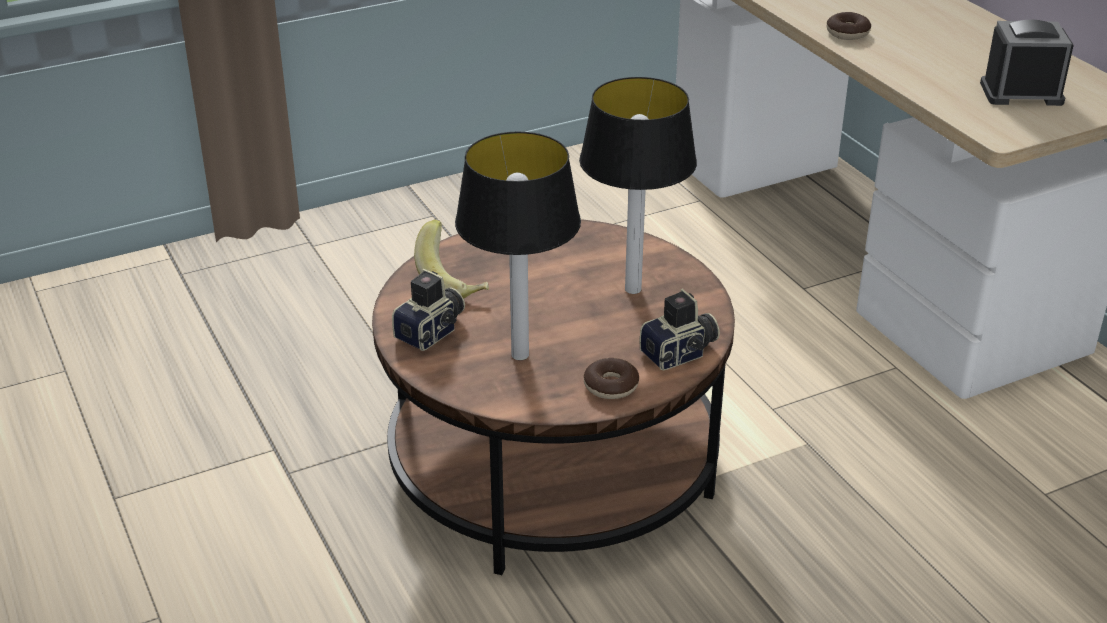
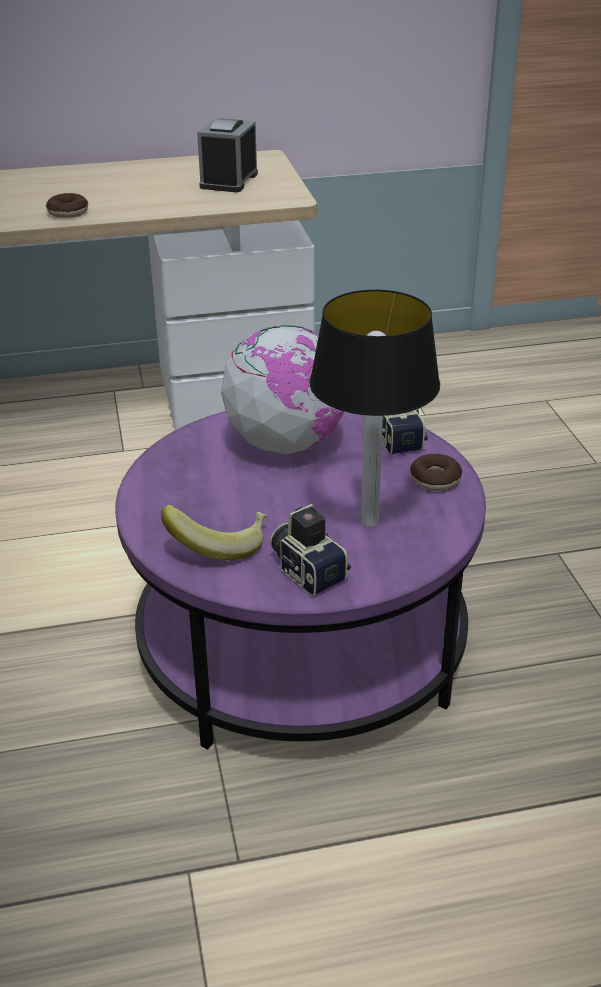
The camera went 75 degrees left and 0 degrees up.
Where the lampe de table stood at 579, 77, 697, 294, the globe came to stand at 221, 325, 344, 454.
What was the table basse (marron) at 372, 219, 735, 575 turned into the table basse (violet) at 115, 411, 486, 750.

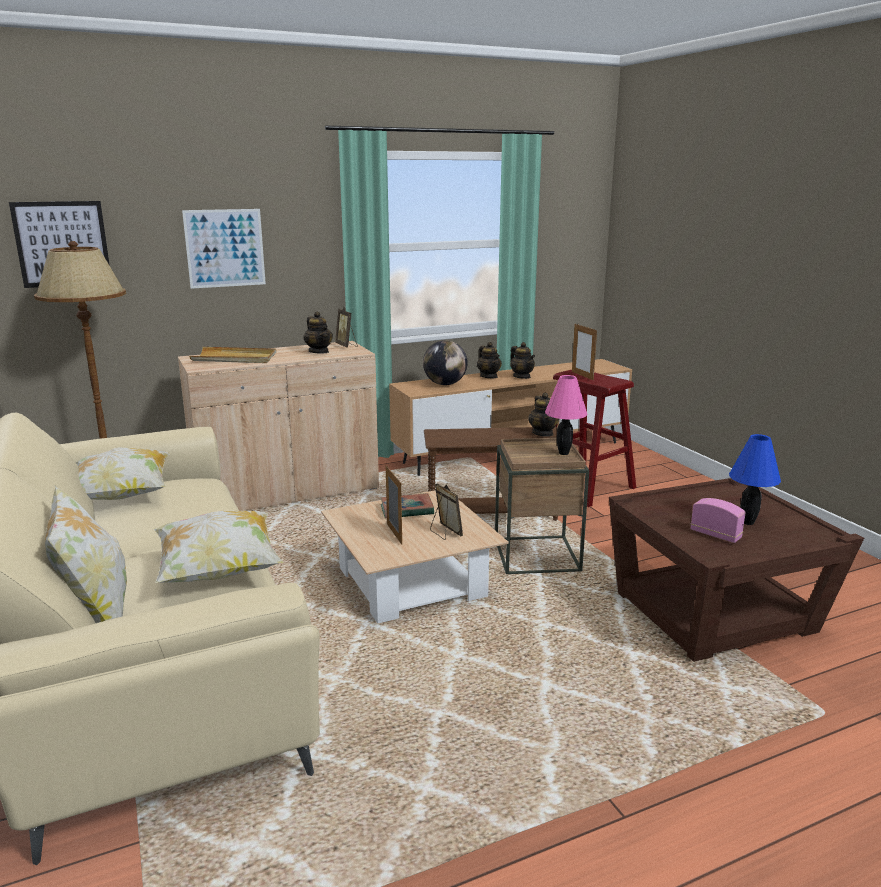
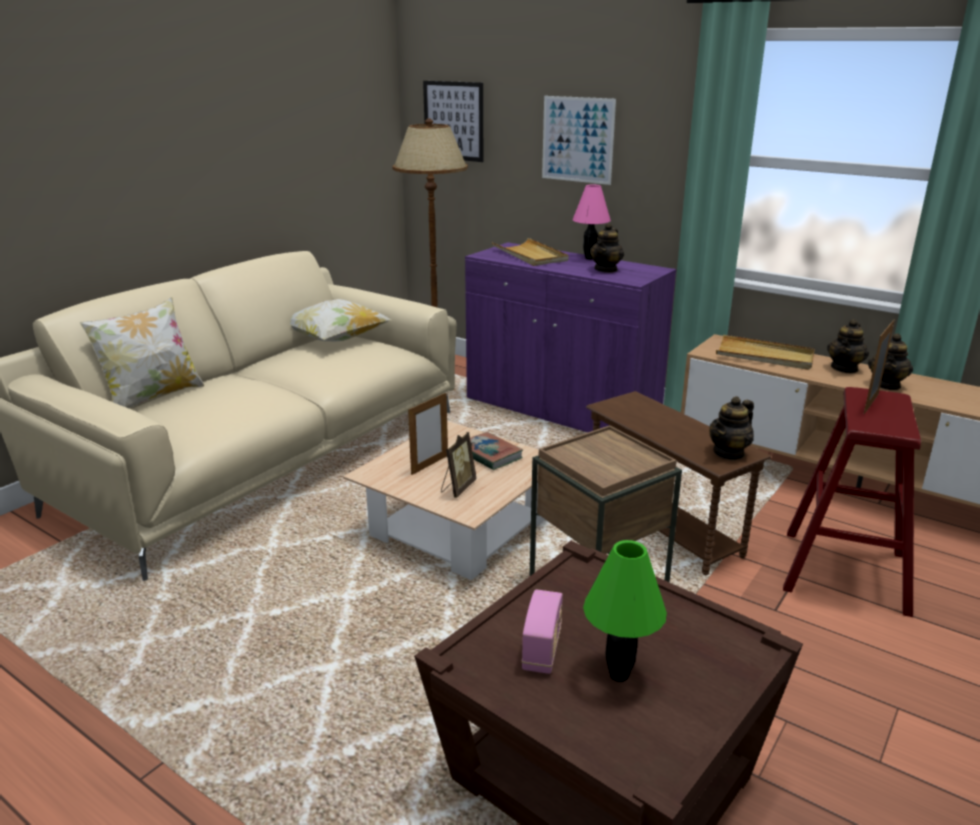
The camera went 60 degrees right and 5 degrees up.
The second view lost the cadre photo at 335, 307, 358, 347.
Where the globe stood at 423, 340, 468, 385, the plateau (beige) came to stand at 716, 335, 815, 370.
What was the meuble de rangement (beige) at 178, 341, 379, 511 turned into the meuble de rangement (violet) at 465, 242, 676, 432.
The lampe de table (rose) ended up elsewhere, having gone from 545, 375, 588, 455 to 573, 185, 611, 260.
What was the lampe de table (bleu) at 729, 434, 781, 525 turned into the lampe de table (vert) at 583, 540, 667, 682.
The second view lost the coussin at 153, 511, 284, 583.

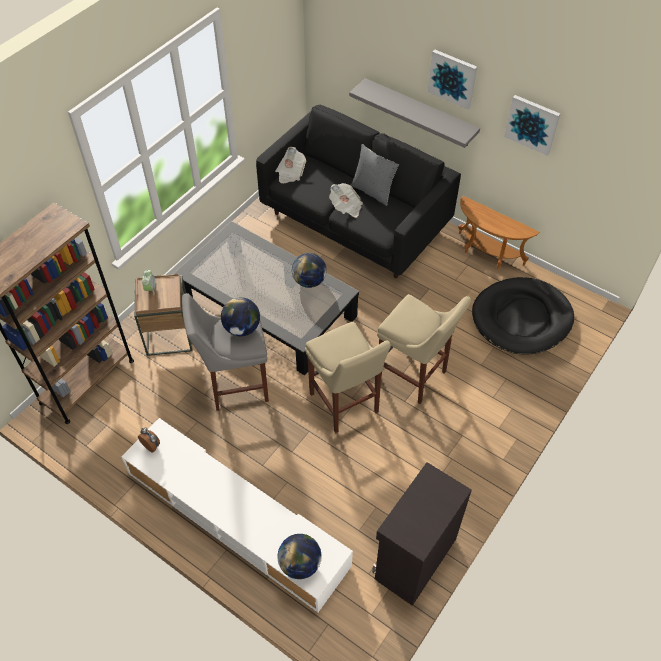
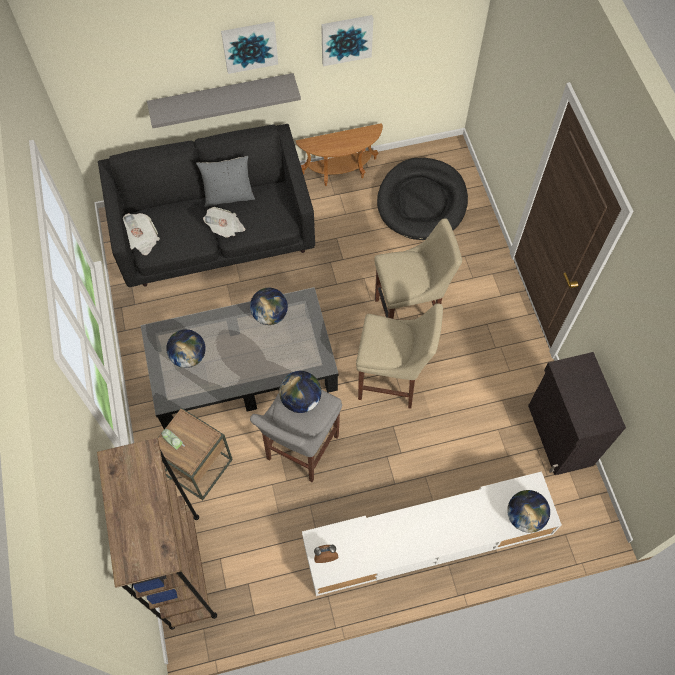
The camera went 50 degrees left and 10 degrees up.
The second view gained the globe at 166, 329, 206, 368.

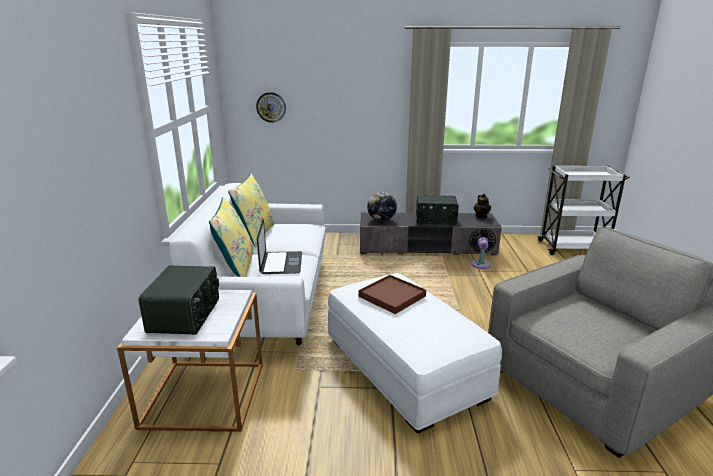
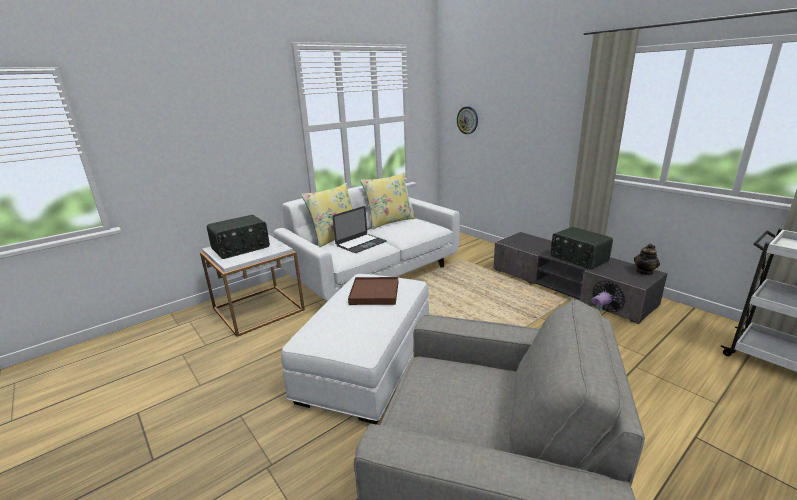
The camera went 50 degrees right and 0 degrees up.
The second view lost the globe at 367, 192, 397, 221.

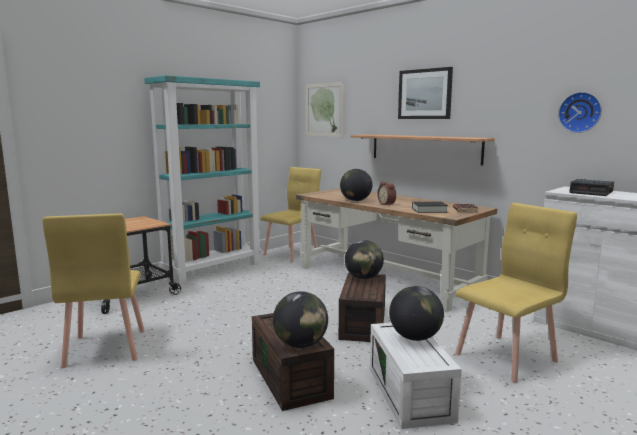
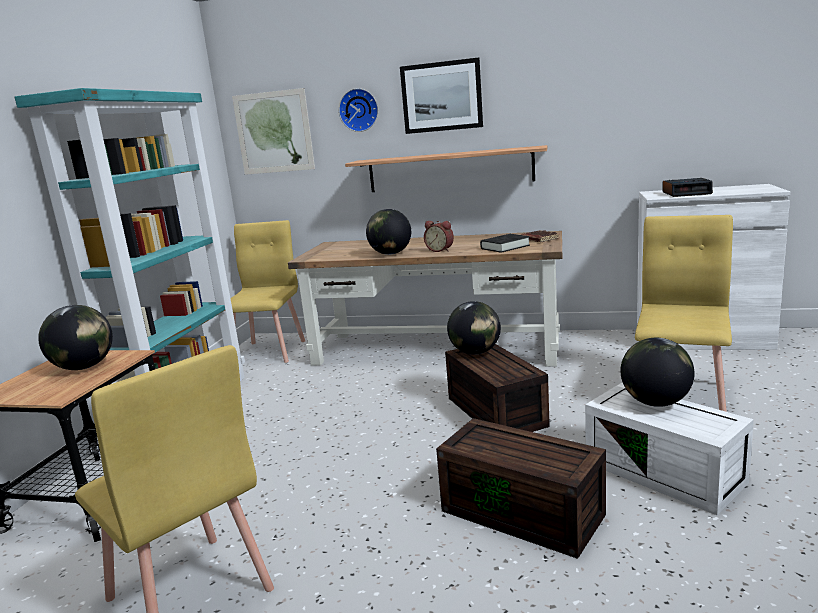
The camera went 30 degrees left and 5 degrees up.
The horloge murale ended up elsewhere, having gone from 558, 92, 602, 133 to 339, 88, 378, 132.
The globe ended up elsewhere, having gone from 273, 291, 328, 348 to 38, 305, 113, 370.

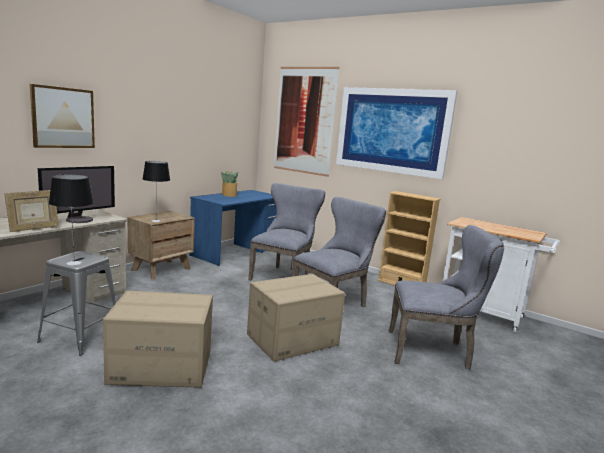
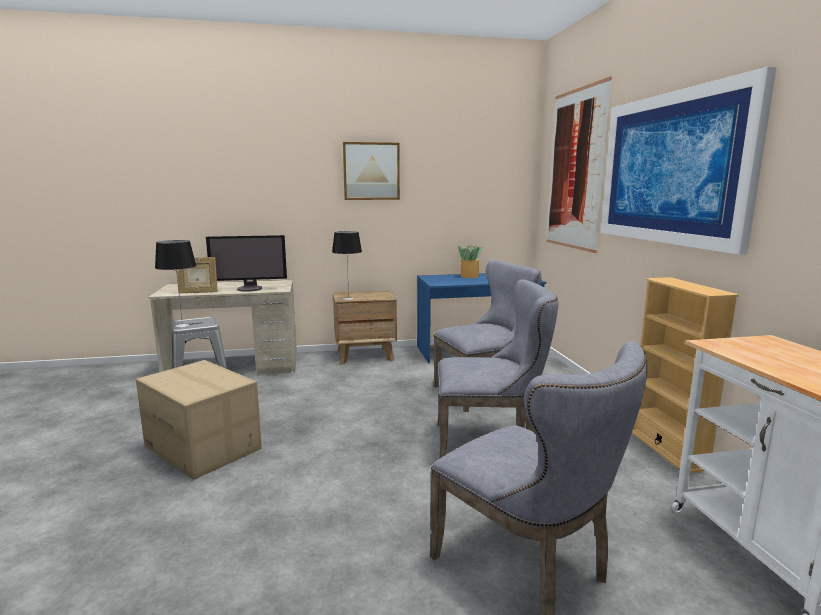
The camera went 45 degrees right and 0 degrees up.
The tableau ended up elsewhere, having gone from 30, 84, 95, 148 to 343, 142, 400, 200.
The second view lost the carton at 247, 274, 345, 362.

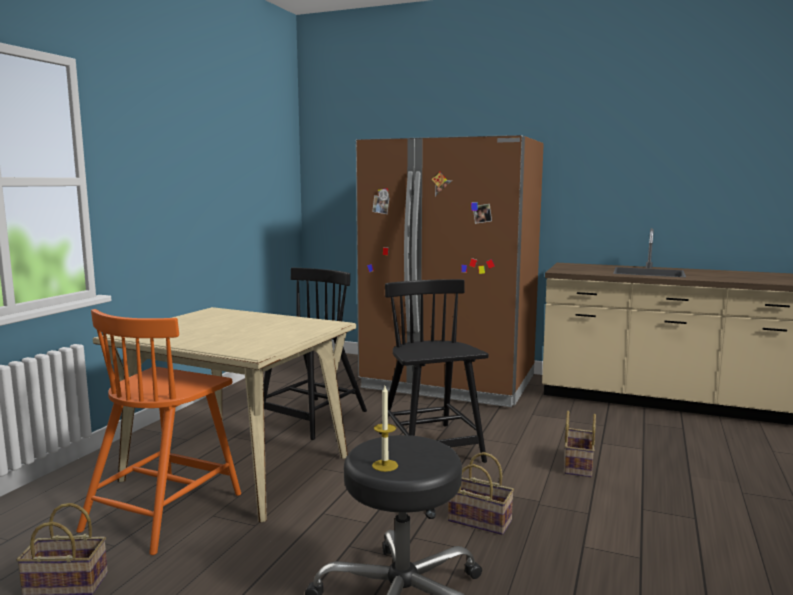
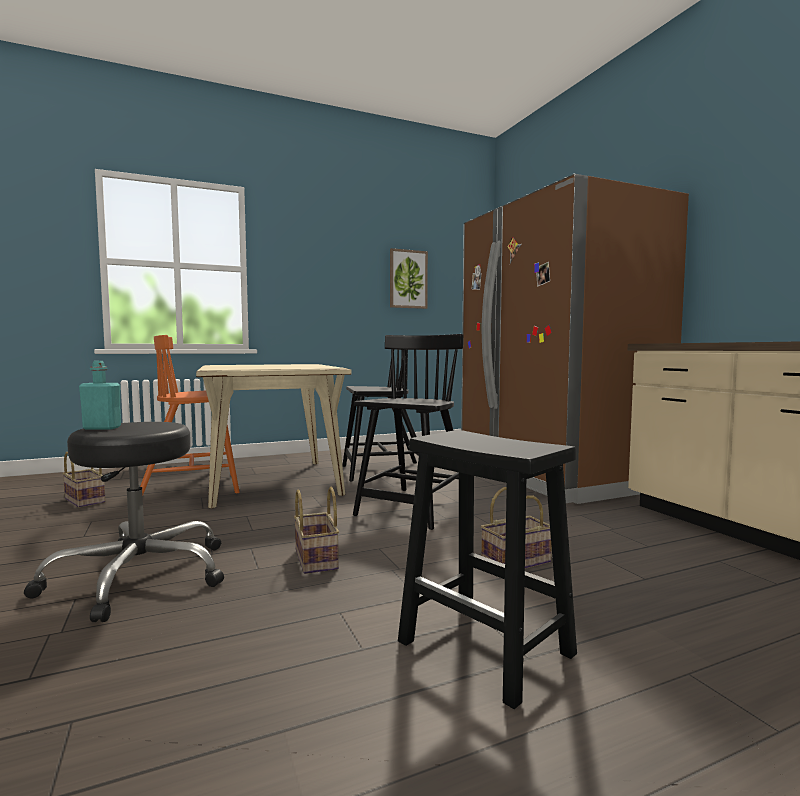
The camera went 45 degrees right and 5 degrees down.
Where the bougie stood at 372, 386, 398, 472, the bouteille (turquoise) came to stand at 79, 361, 121, 430.
The second view gained the tableau at 390, 248, 428, 309.
The second view gained the tabouret (noir) at 398, 430, 577, 710.

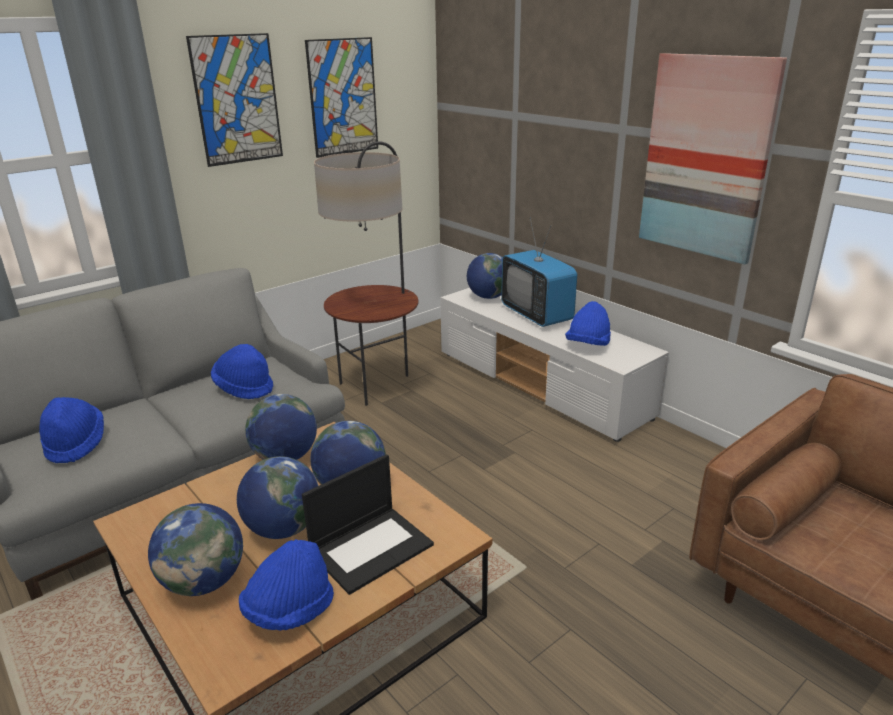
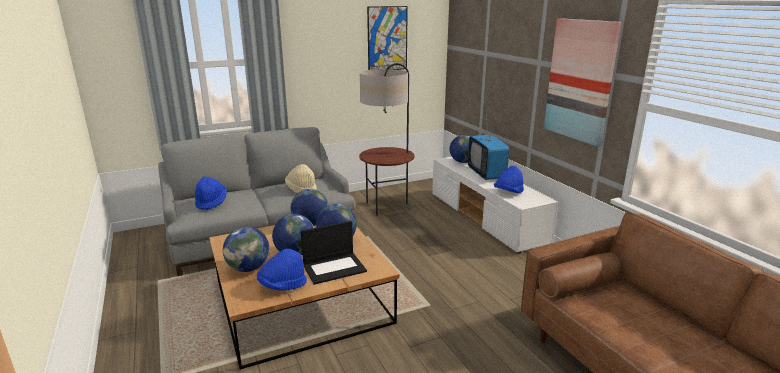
The camera went 15 degrees right and 5 degrees down.
The second view lost the tableau at 186, 33, 283, 167.
What was the chapeau (bleu) at 211, 344, 273, 399 turned into the chapeau (beige) at 285, 164, 317, 193.

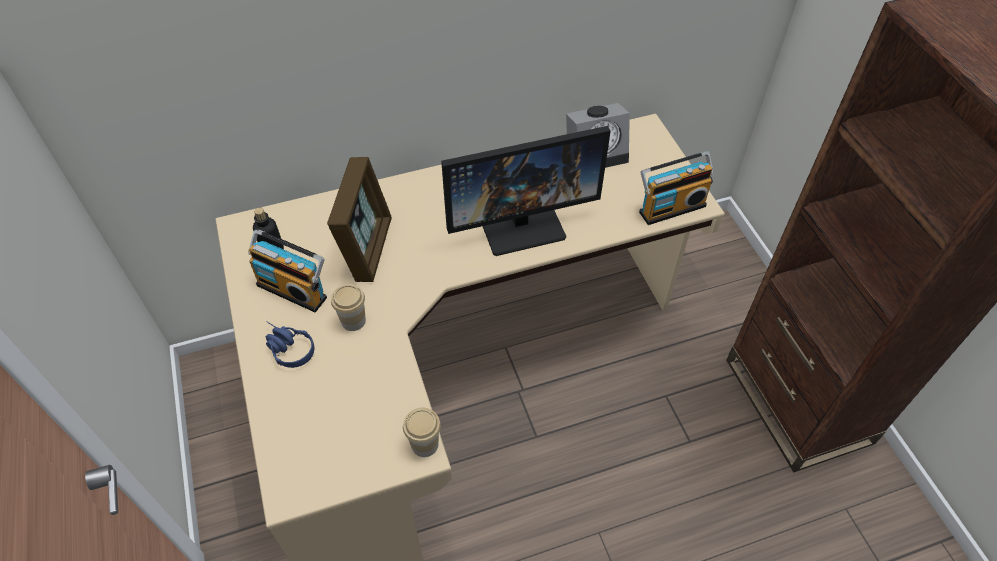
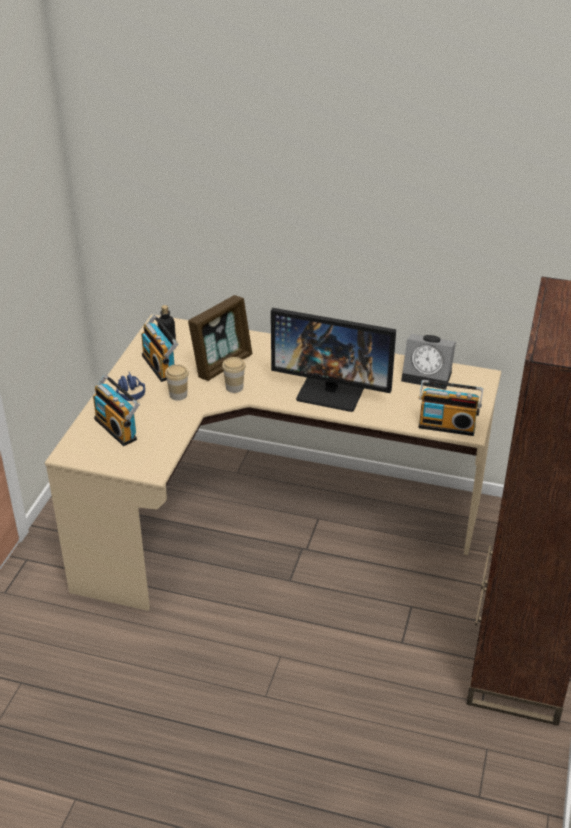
The camera went 35 degrees right and 15 degrees down.
The tasse ended up elsewhere, having gone from 403, 408, 441, 457 to 222, 357, 246, 393.
The second view gained the radio at 93, 375, 140, 446.

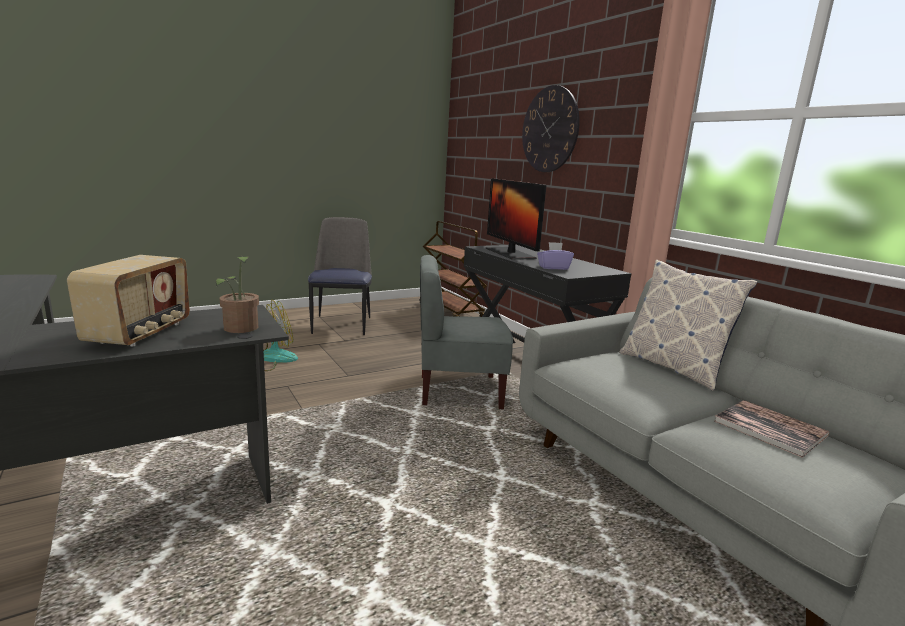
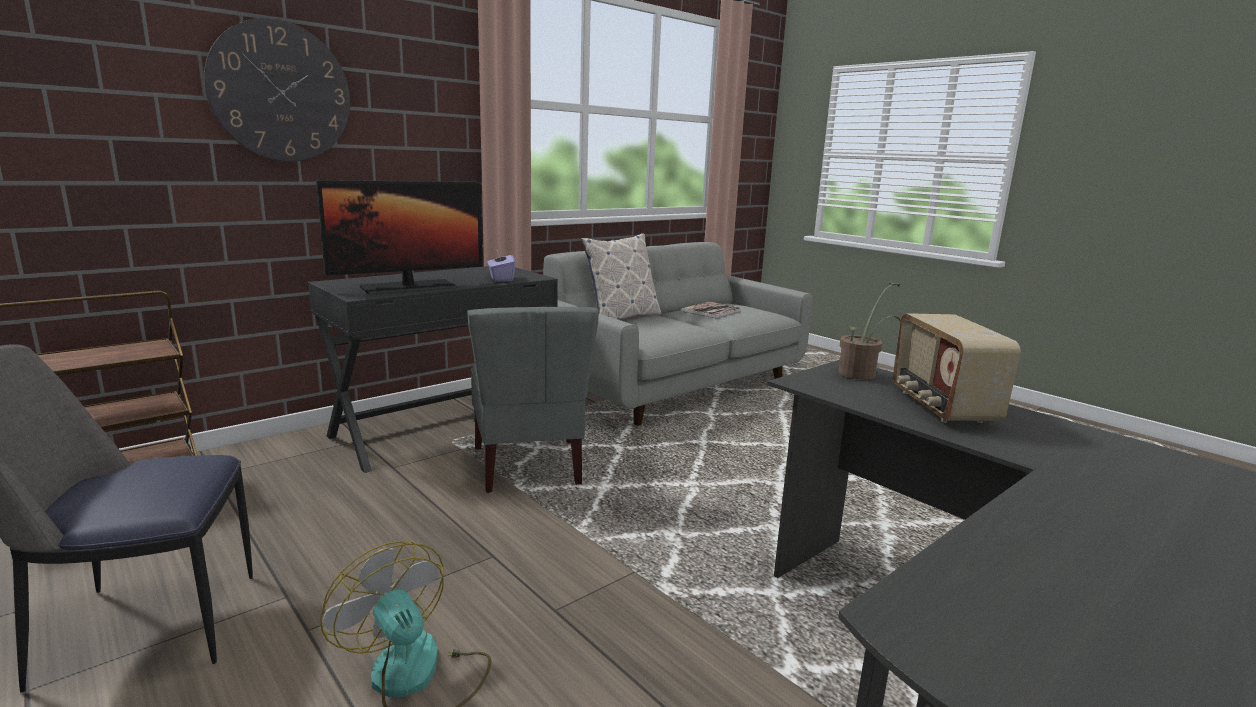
The camera went 100 degrees left and 0 degrees up.
The radio at 67, 255, 190, 347 ended up facing another way, 90 degrees counterclockwise from before.

